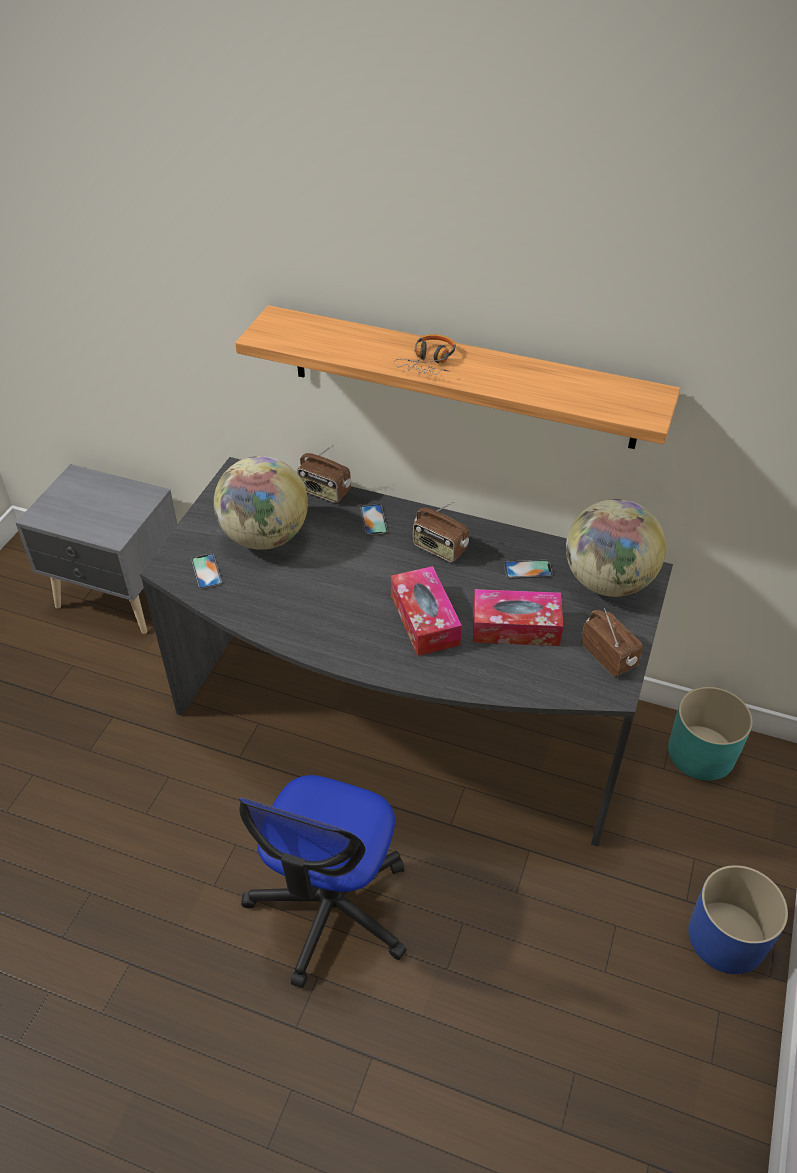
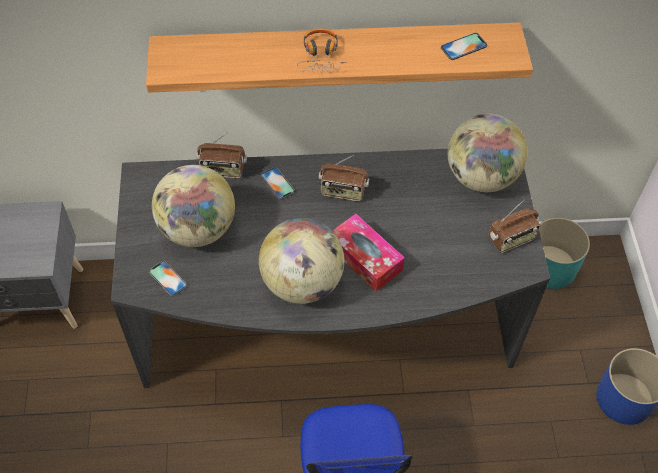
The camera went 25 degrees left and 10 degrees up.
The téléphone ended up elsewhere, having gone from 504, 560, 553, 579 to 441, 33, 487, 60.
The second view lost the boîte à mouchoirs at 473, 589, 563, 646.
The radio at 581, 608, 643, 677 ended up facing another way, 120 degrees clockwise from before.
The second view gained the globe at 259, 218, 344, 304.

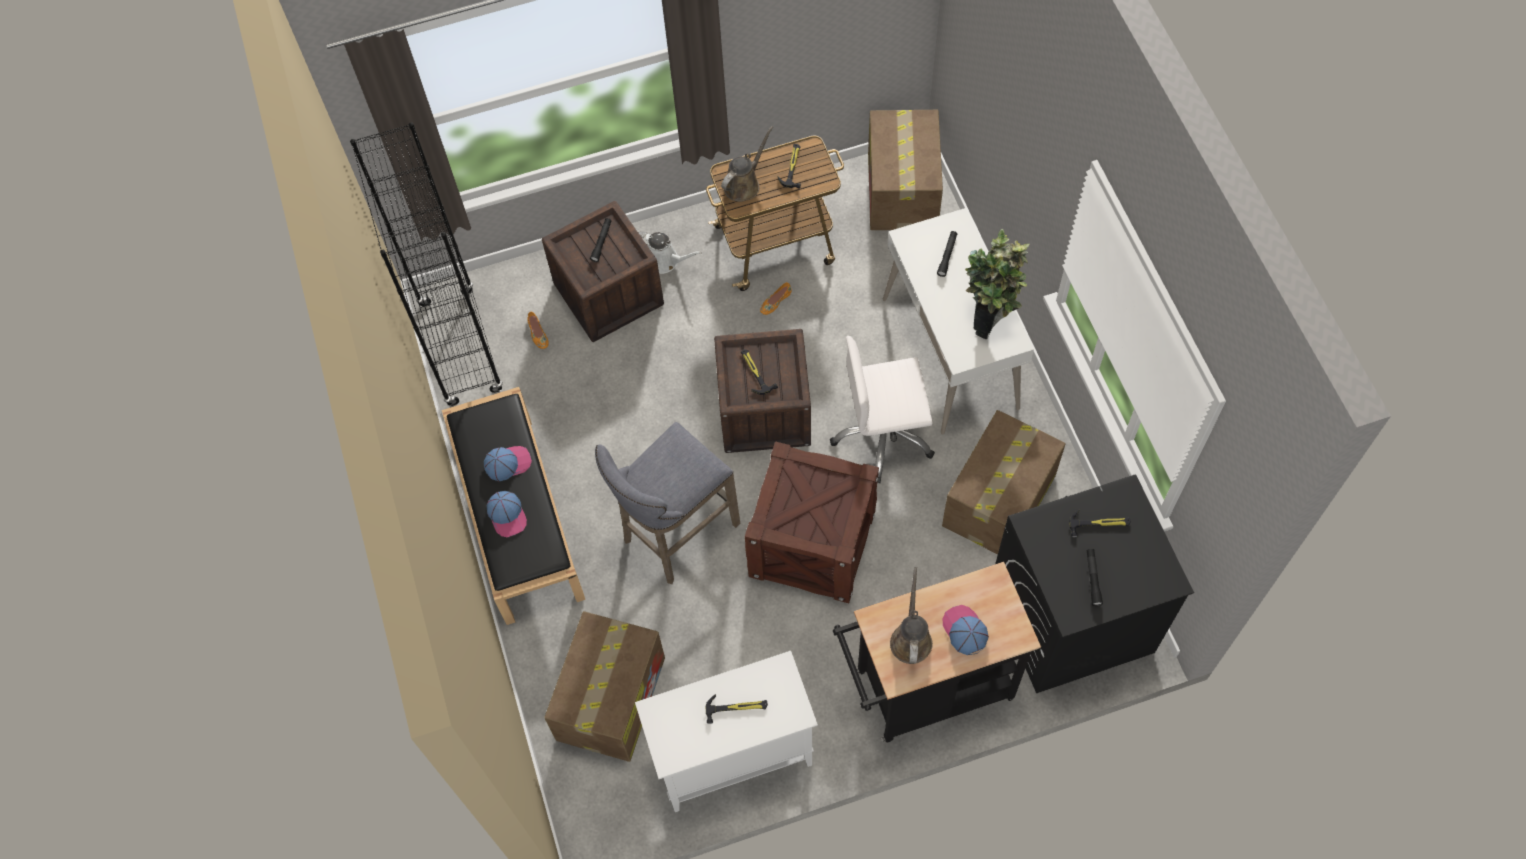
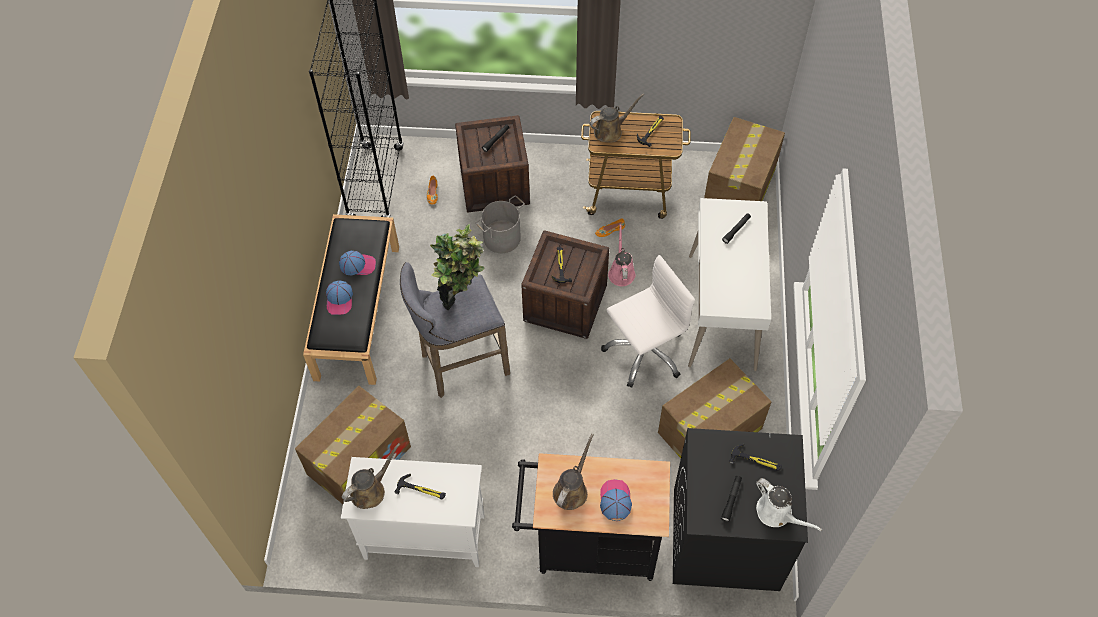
The camera went 20 degrees right and 5 degrees down.
The plante en pot ended up elsewhere, having gone from 965, 229, 1030, 339 to 430, 224, 484, 310.
The arrosoir (blanc) ended up elsewhere, having gone from 638, 231, 702, 274 to 756, 478, 822, 531.
The chaise de bureau (blanc) at 830, 336, 935, 483 ended up facing another way, 135 degrees clockwise from before.
The second view lost the caisse at 745, 441, 879, 603.
The second view gained the seau (gris) at 475, 195, 525, 253.
The second view gained the arrosoir (rose) at 608, 223, 635, 286.
The second view gained the arrosoir (marron) at 342, 443, 400, 509.

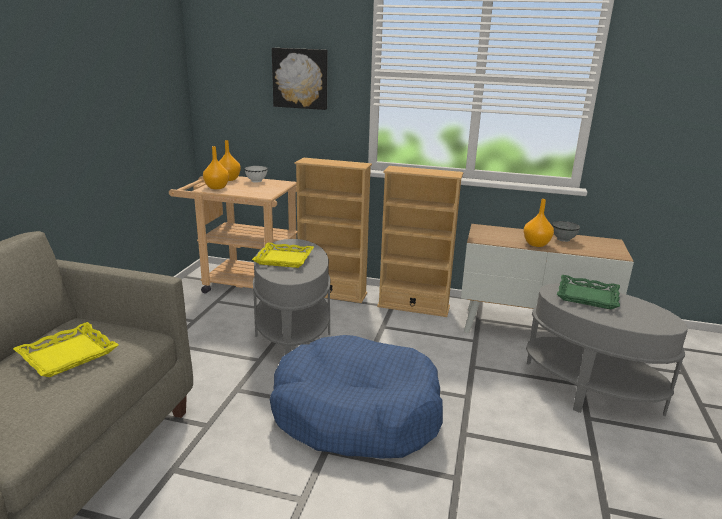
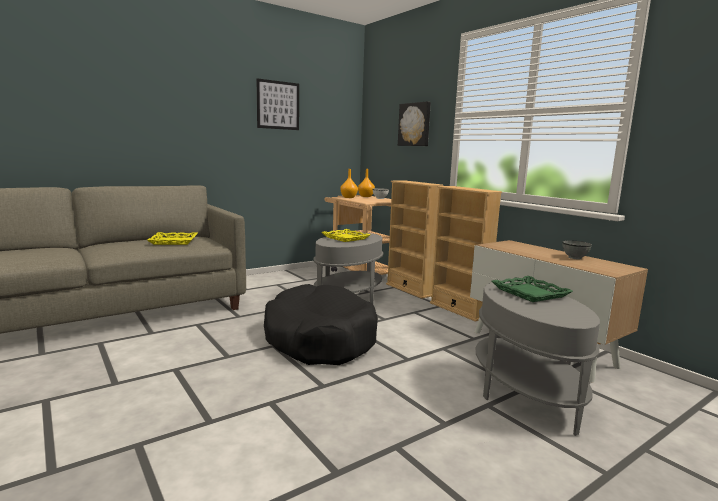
The camera went 40 degrees right and 10 degrees down.
The second view lost the vase (orange) at 524, 199, 554, 247.
What was the panier pour chien (bleu) at 270, 335, 443, 459 turned into the panier pour chien (noir) at 264, 284, 378, 365.
The second view gained the tableau at 257, 78, 299, 130.

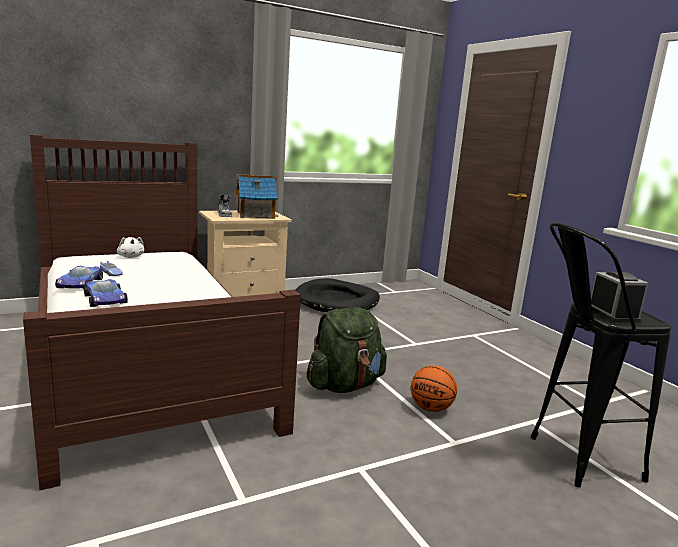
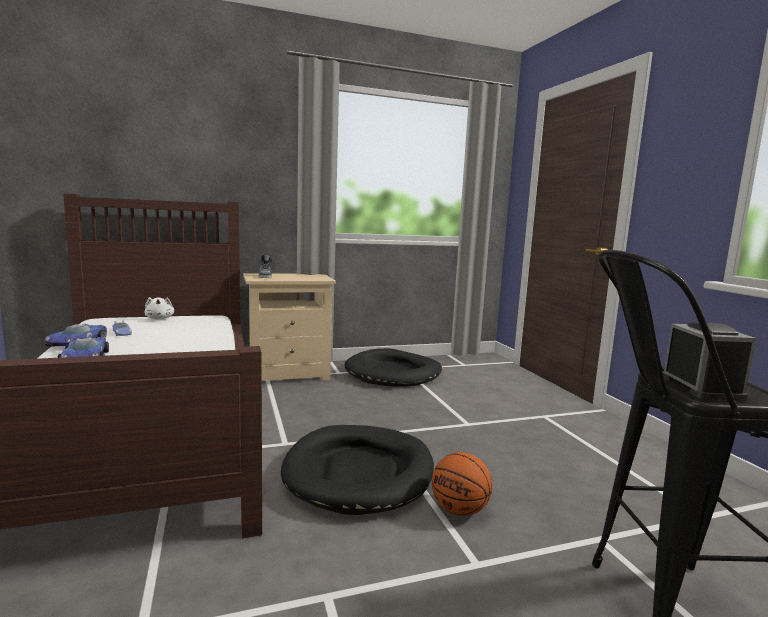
The camera went 10 degrees right and 5 degrees down.
The second view lost the maison miniature at 236, 174, 278, 219.
Where the sac à dos (vert) stood at 307, 307, 387, 393, the panier pour chien (noir) came to stand at 281, 425, 434, 515.

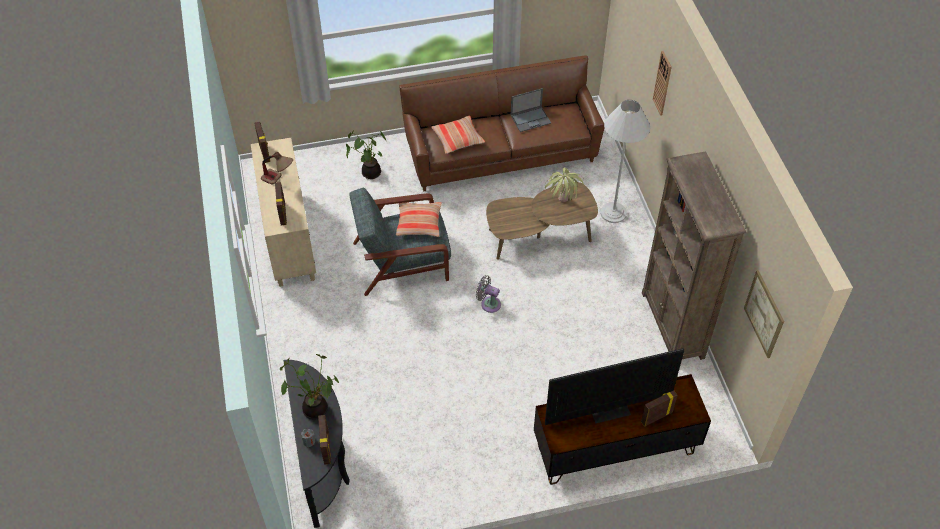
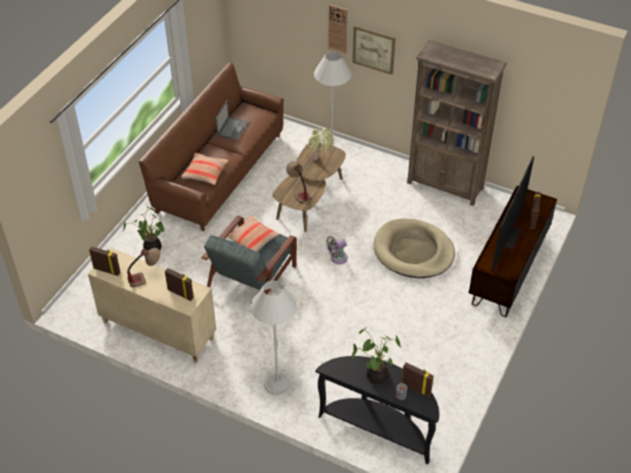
The camera went 50 degrees left and 5 degrees down.
The tableau ended up elsewhere, having gone from 744, 270, 784, 358 to 352, 26, 396, 75.
The second view gained the lampe de table at 286, 161, 311, 203.
The second view gained the panier pour chien (beige) at 374, 219, 455, 278.
The second view gained the lampadaire (blanc) at 250, 280, 297, 395.

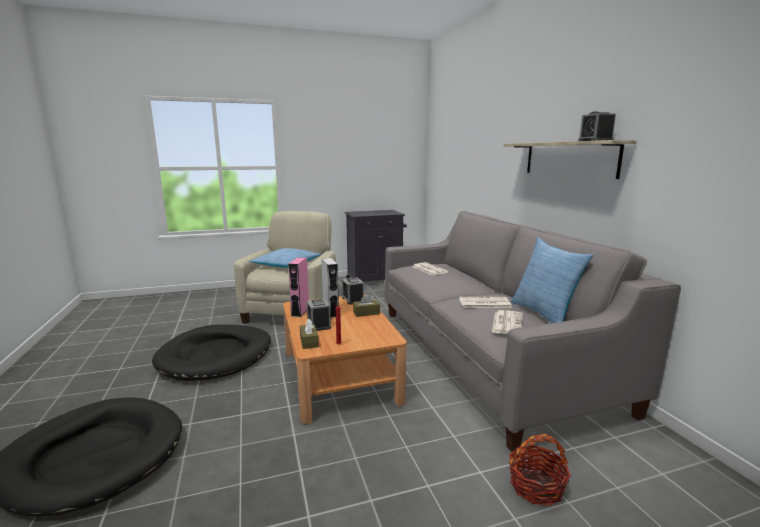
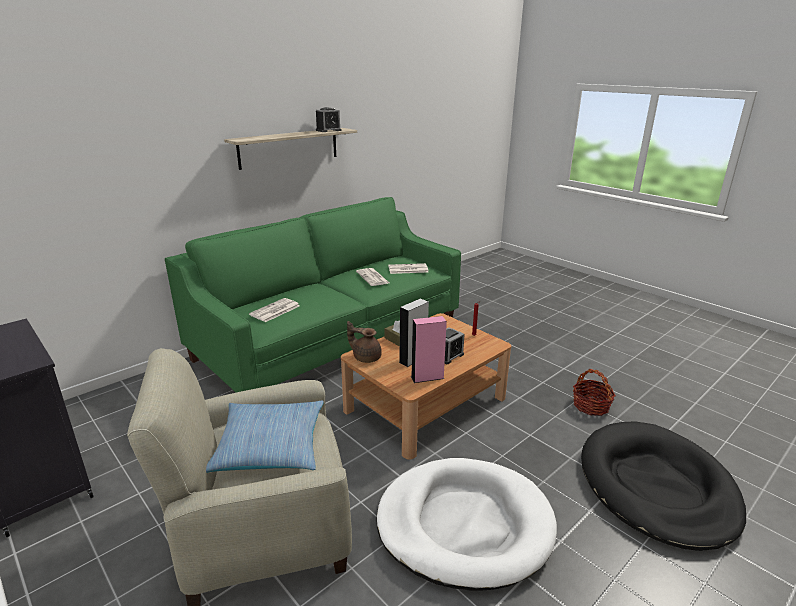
The camera went 115 degrees left and 10 degrees up.
What was the canapé (gris) at 385, 211, 681, 452 turned into the canapé (vert) at 165, 197, 461, 393.
The second view lost the coussin at 511, 237, 594, 323.
Where the réveil stood at 342, 277, 364, 305, the théière (marron) came to stand at 347, 321, 382, 363.
The second view lost the boîte à mouchoirs (marron) at 300, 319, 319, 349.
What was the panier pour chien (noir) at 152, 324, 271, 381 turned into the panier pour chien (blanc) at 376, 458, 557, 590.
The panier ended up elsewhere, having gone from 509, 434, 571, 506 to 573, 369, 616, 416.

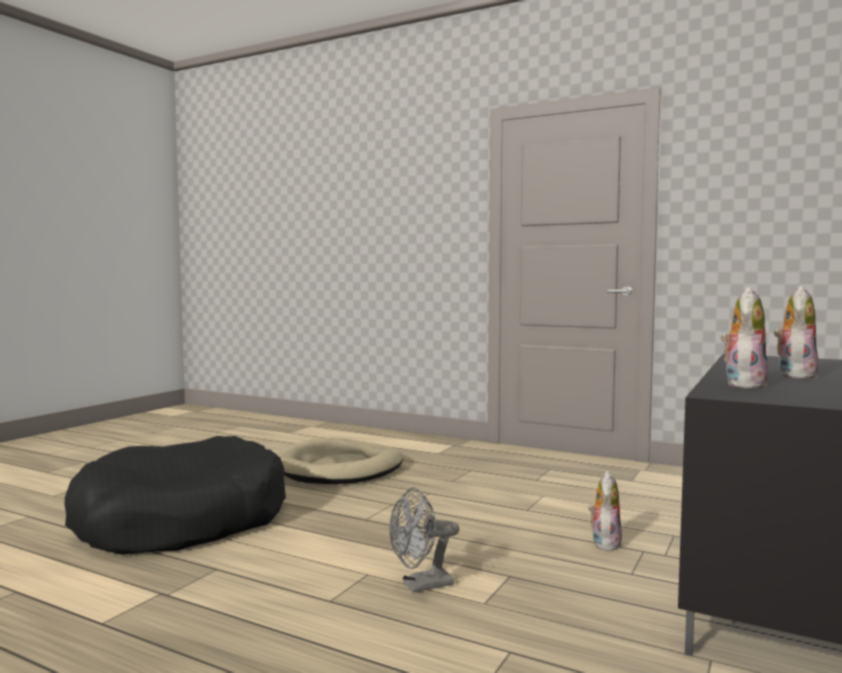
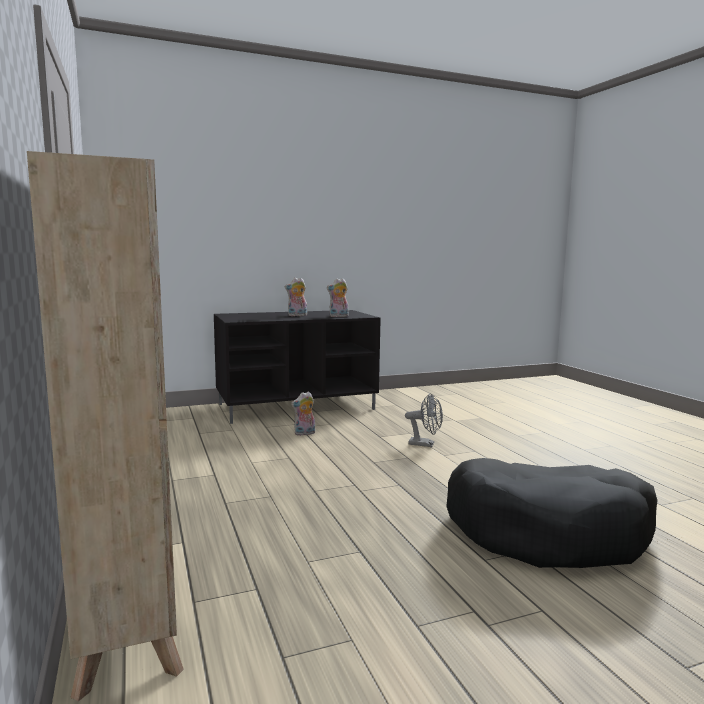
The camera went 140 degrees left and 5 degrees up.
The second view lost the panier pour chien (beige) at 276, 437, 403, 484.
The second view gained the bibliothèque (beige) at 27, 151, 184, 701.

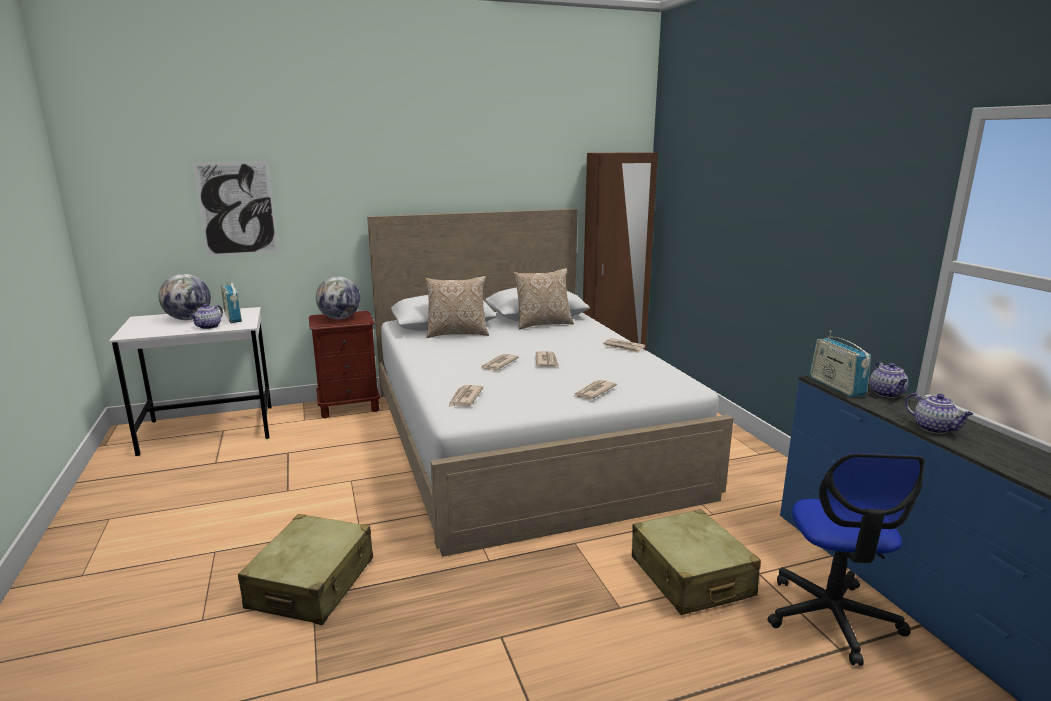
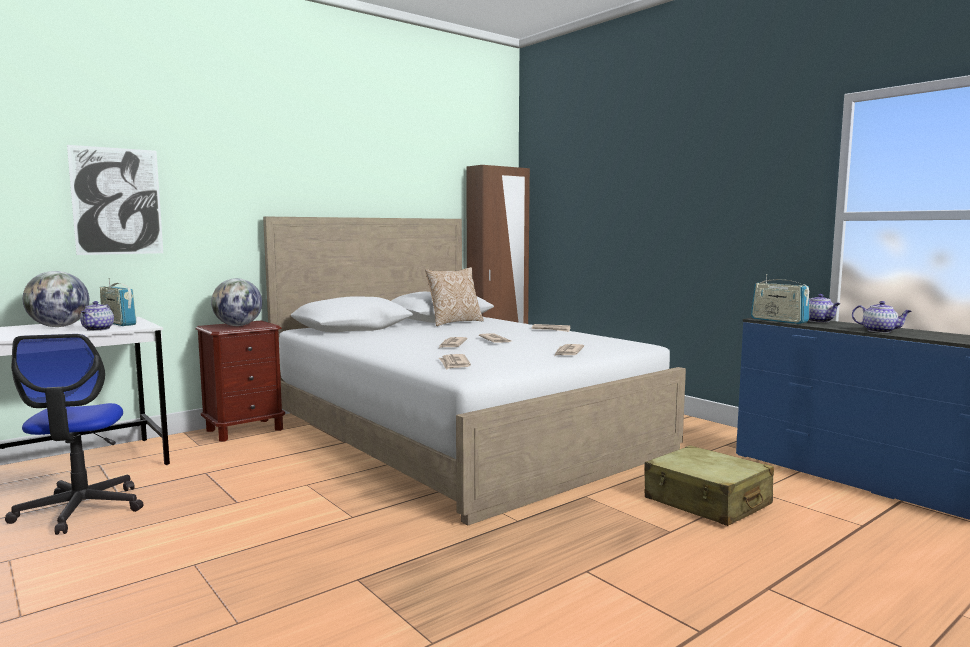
The camera went 20 degrees left and 10 degrees down.
The second view lost the coussin at 425, 276, 489, 338.
The chaise de bureau ended up elsewhere, having gone from 767, 453, 925, 666 to 5, 334, 144, 535.
The second view lost the valise (beige) at 238, 514, 373, 625.

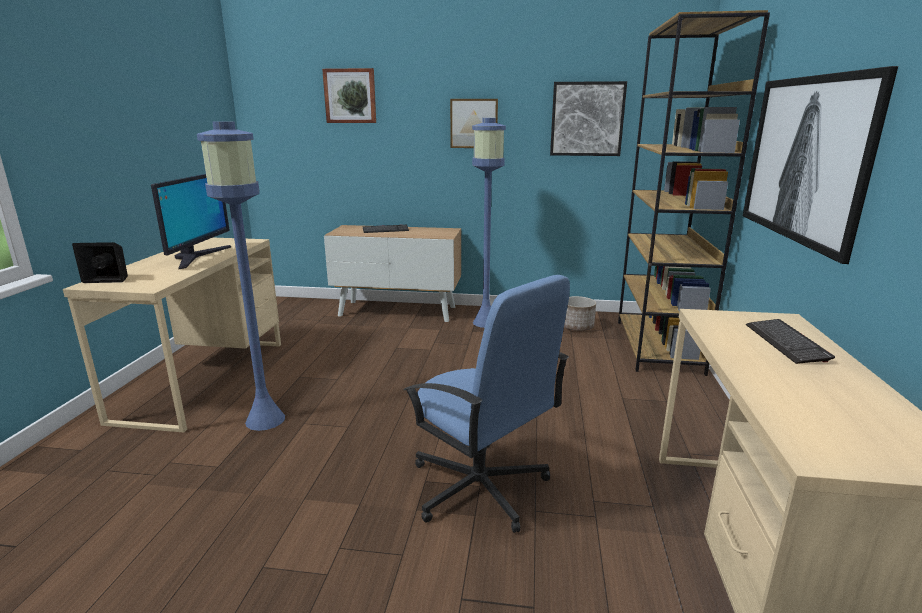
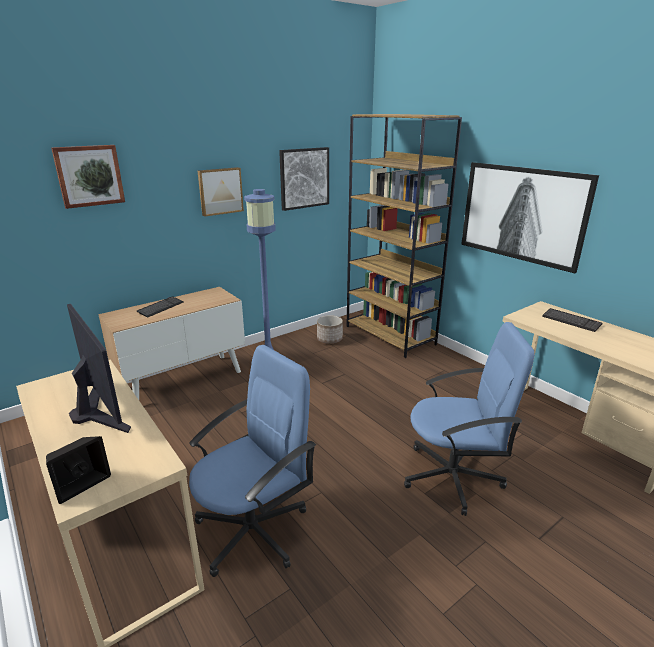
The camera went 45 degrees left and 5 degrees up.
Where the lampadaire (bleu) stood at 197, 121, 285, 431, the chaise de bureau (bleu) came to stand at 189, 345, 316, 577.

